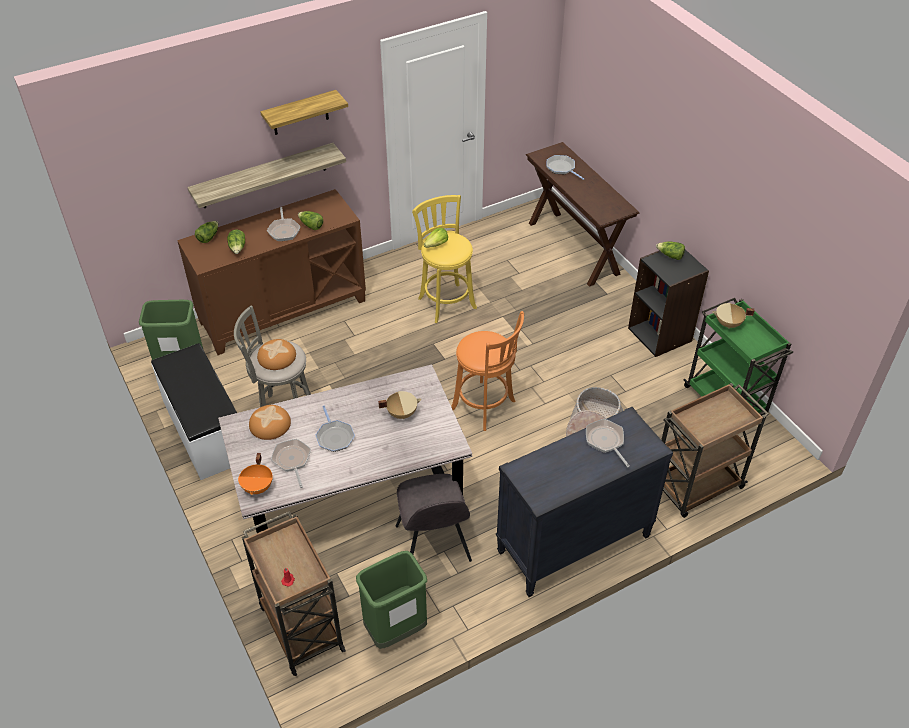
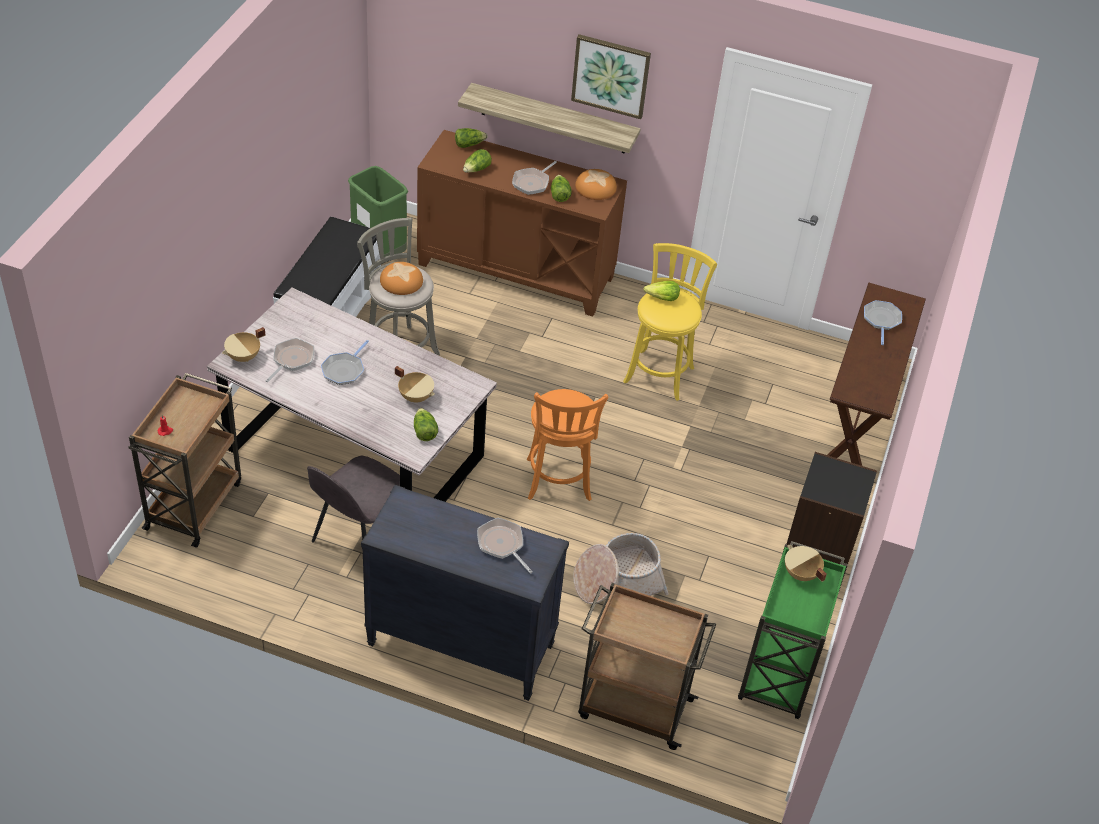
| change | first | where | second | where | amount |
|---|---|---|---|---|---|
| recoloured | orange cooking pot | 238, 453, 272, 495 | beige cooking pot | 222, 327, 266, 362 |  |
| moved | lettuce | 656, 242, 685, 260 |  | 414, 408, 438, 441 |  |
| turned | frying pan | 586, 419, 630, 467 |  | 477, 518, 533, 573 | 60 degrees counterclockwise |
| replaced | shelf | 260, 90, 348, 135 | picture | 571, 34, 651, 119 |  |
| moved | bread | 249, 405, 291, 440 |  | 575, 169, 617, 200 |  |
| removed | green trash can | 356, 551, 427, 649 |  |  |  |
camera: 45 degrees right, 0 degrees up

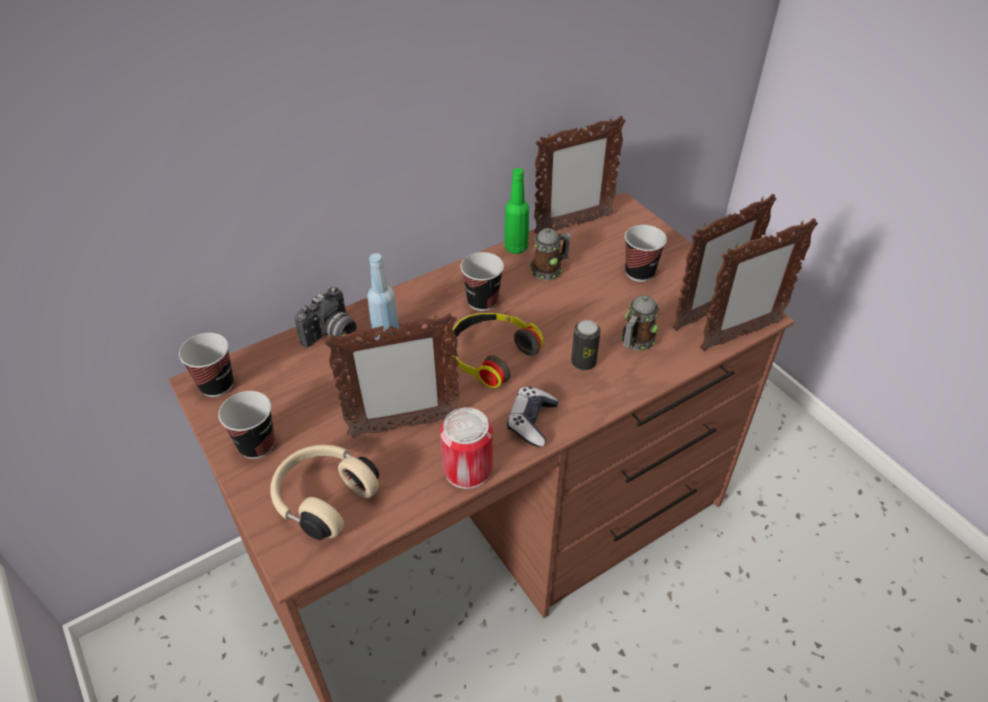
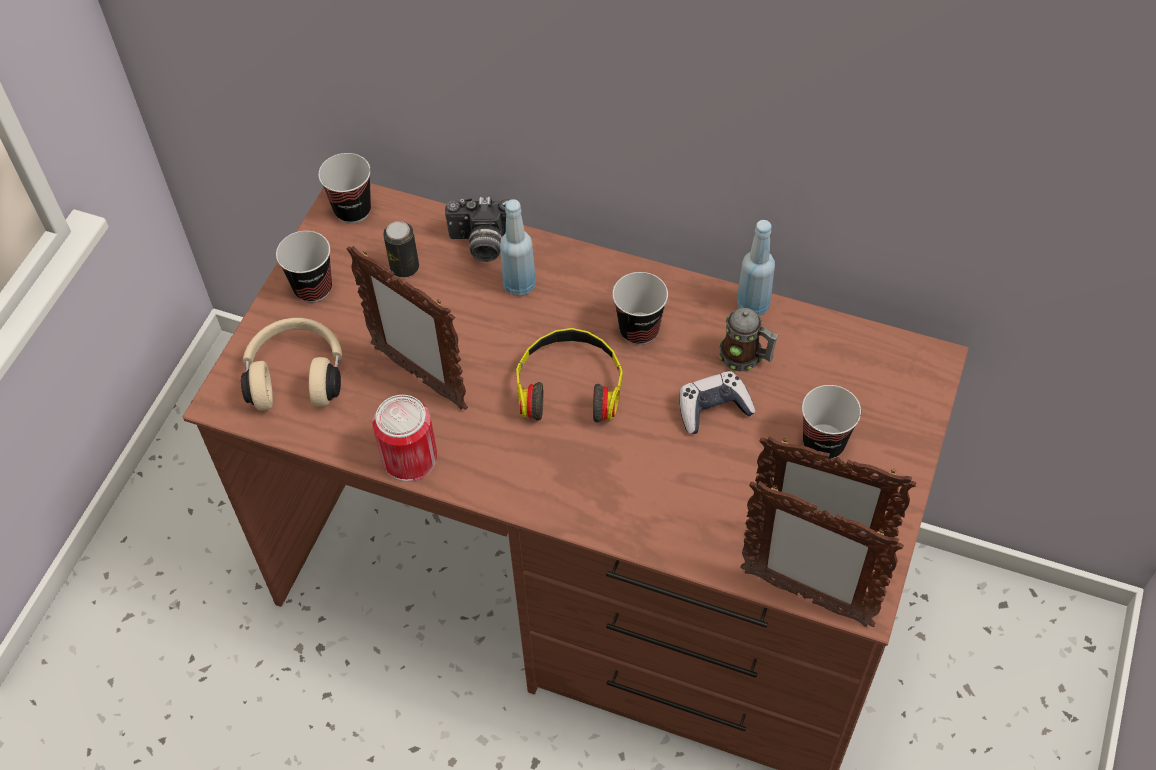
| change | first | where | second | where | amount |
|---|---|---|---|---|---|
| moved | can | 571, 320, 601, 370 |  | 383, 221, 419, 277 |  |
| moved | game controller | 507, 387, 559, 447 |  | 679, 371, 756, 434 |  |
| recoloured | green bottle | 504, 168, 529, 254 | blue bottle | 737, 220, 775, 316 |  |
| removed | picture frame | 534, 116, 626, 234 |  |  |  |
| removed | mug | 621, 295, 659, 351 |  |  |  |
camera: 55 degrees right, 10 degrees up

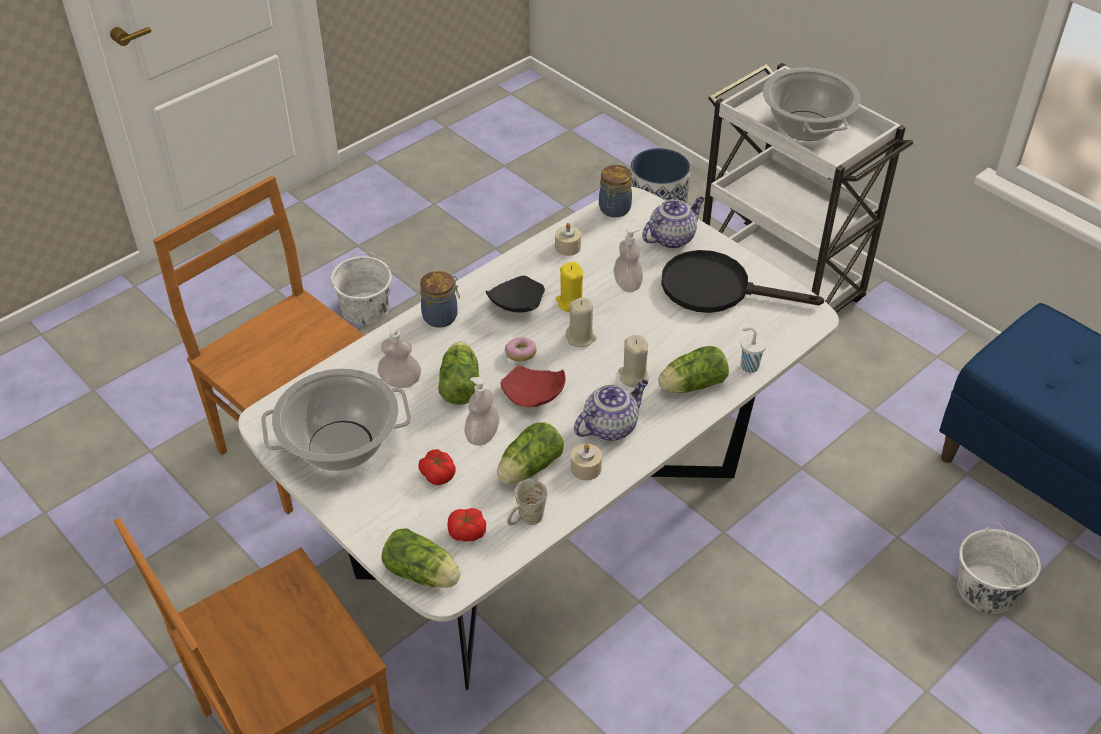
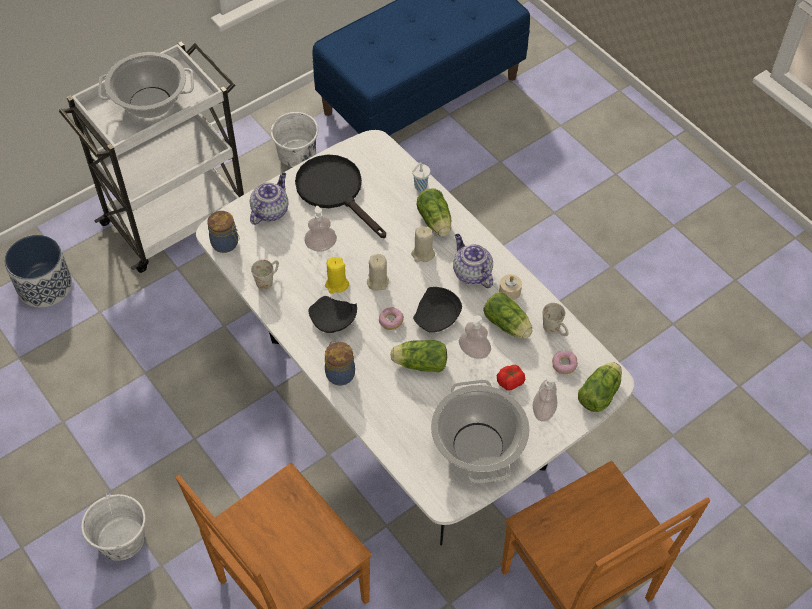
| change | first | where | second | where | amount |
|---|---|---|---|---|---|
| turned | teapot | 642, 197, 705, 249 |  | 250, 172, 288, 225 | 60 degrees clockwise |
| replaced | beige candle | 555, 223, 581, 256 | white mug | 251, 260, 279, 290 |  |
| moved | white bucket | 957, 522, 1041, 614 |  | 271, 112, 318, 167 |  |
| turned | black frying pan | 661, 250, 824, 313 |  | 295, 154, 386, 238 | 120 degrees clockwise |
| recoloured | red plate | 501, 366, 565, 407 | black plate | 413, 287, 462, 333 |  |
| moved | soap dispenser | 377, 323, 421, 388 |  | 533, 376, 558, 422 |  |
| replaced | tomato | 447, 508, 486, 541 | donut | 552, 351, 578, 374 |  |
camera: 85 degrees left, 10 degrees up

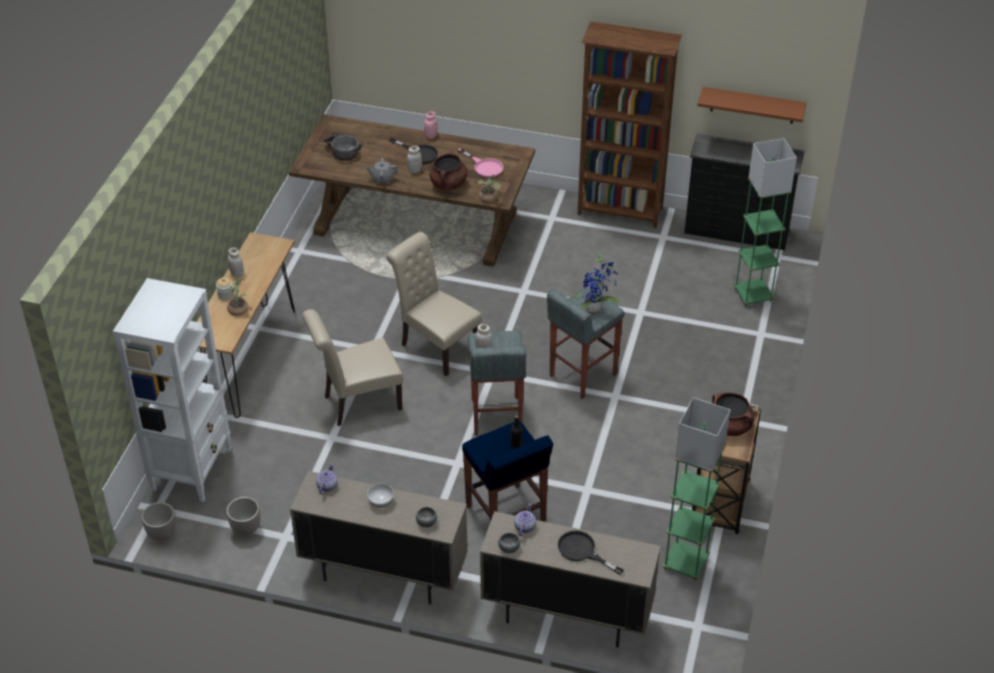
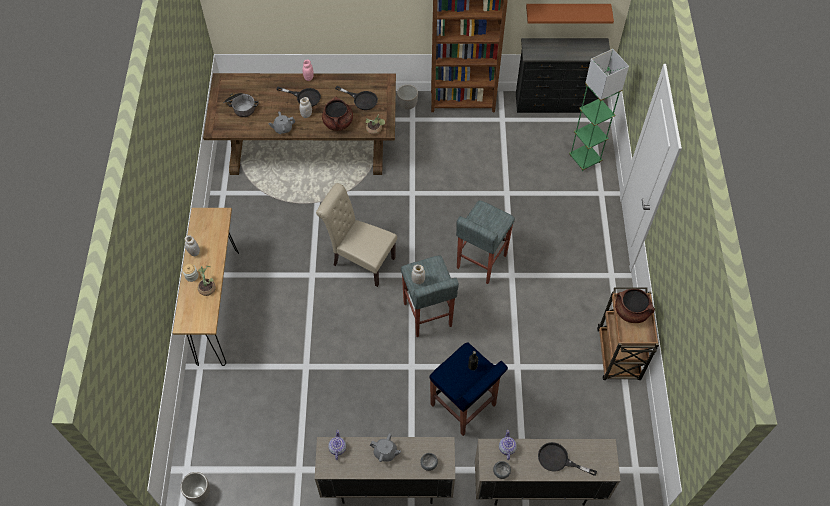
| change | first | where | second | where | amount |
|---|---|---|---|---|---|
| recoloured | pink frying pan | 458, 148, 503, 178 | black frying pan | 335, 86, 378, 110 |  |
| replaced | bowl | 367, 484, 394, 508 | grey teapot | 370, 433, 401, 462 |  |
| moved | planter | 226, 497, 260, 536 |  | 397, 84, 418, 110 |  |
| removed | white bookcase | 113, 278, 232, 502 |  |  |  |
| removed | beige chair | 302, 309, 403, 426 |  |  |  |
| removed | potted plant | 573, 252, 620, 314 |  |  |  |
| removed | green floor lamp | 662, 398, 730, 581 |  |  |  |
camera: 15 degrees left, 15 degrees up

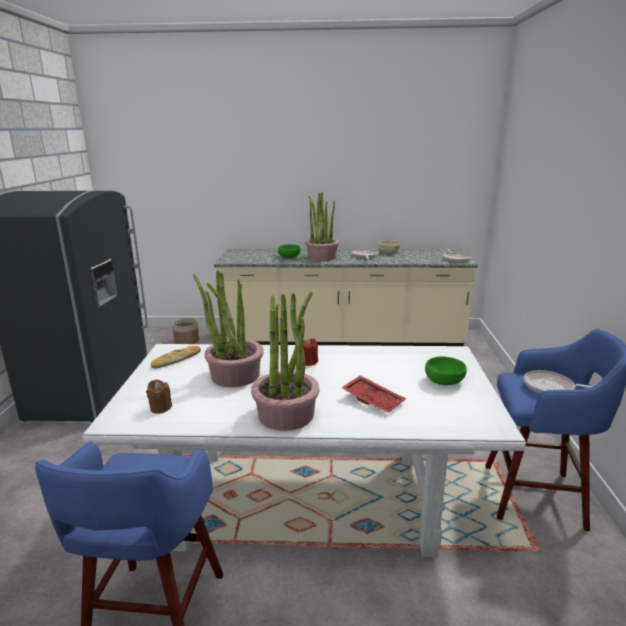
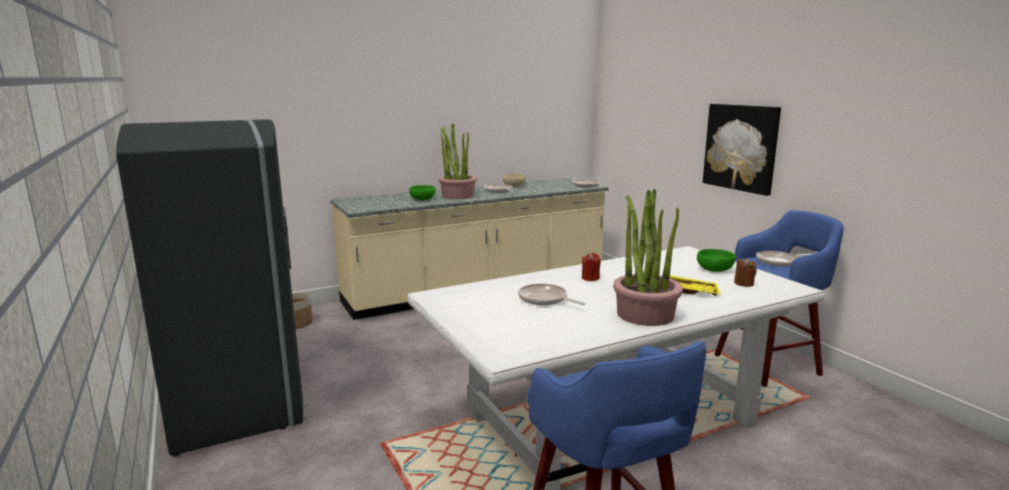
| change | first | where | second | where | amount |
|---|---|---|---|---|---|
| replaced | potted plant | 193, 270, 264, 387 | frying pan | 518, 283, 585, 305 |  |
| recoloured | red tray | 341, 375, 406, 413 | yellow tray | 669, 275, 721, 296 |  |
| added |  |  | picture | 703, 104, 781, 196 |  |
| moved | brown candle | 146, 379, 172, 413 |  | 734, 258, 757, 287 |  |
| removed | bread | 151, 346, 201, 368 |  |  |  |
camera: 30 degrees left, 5 degrees down

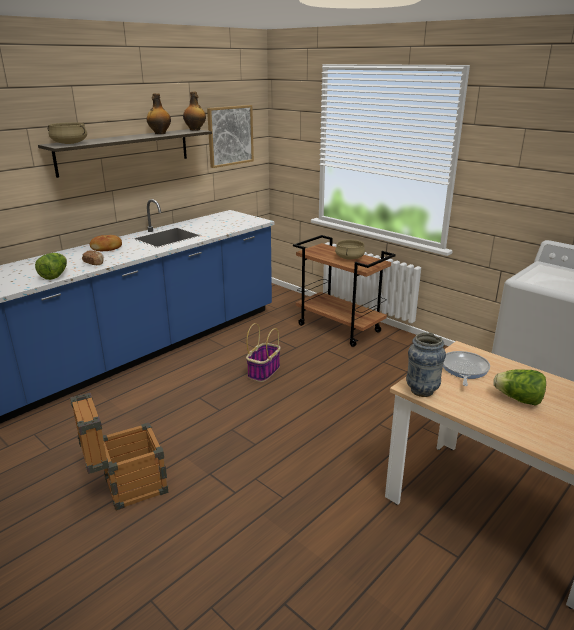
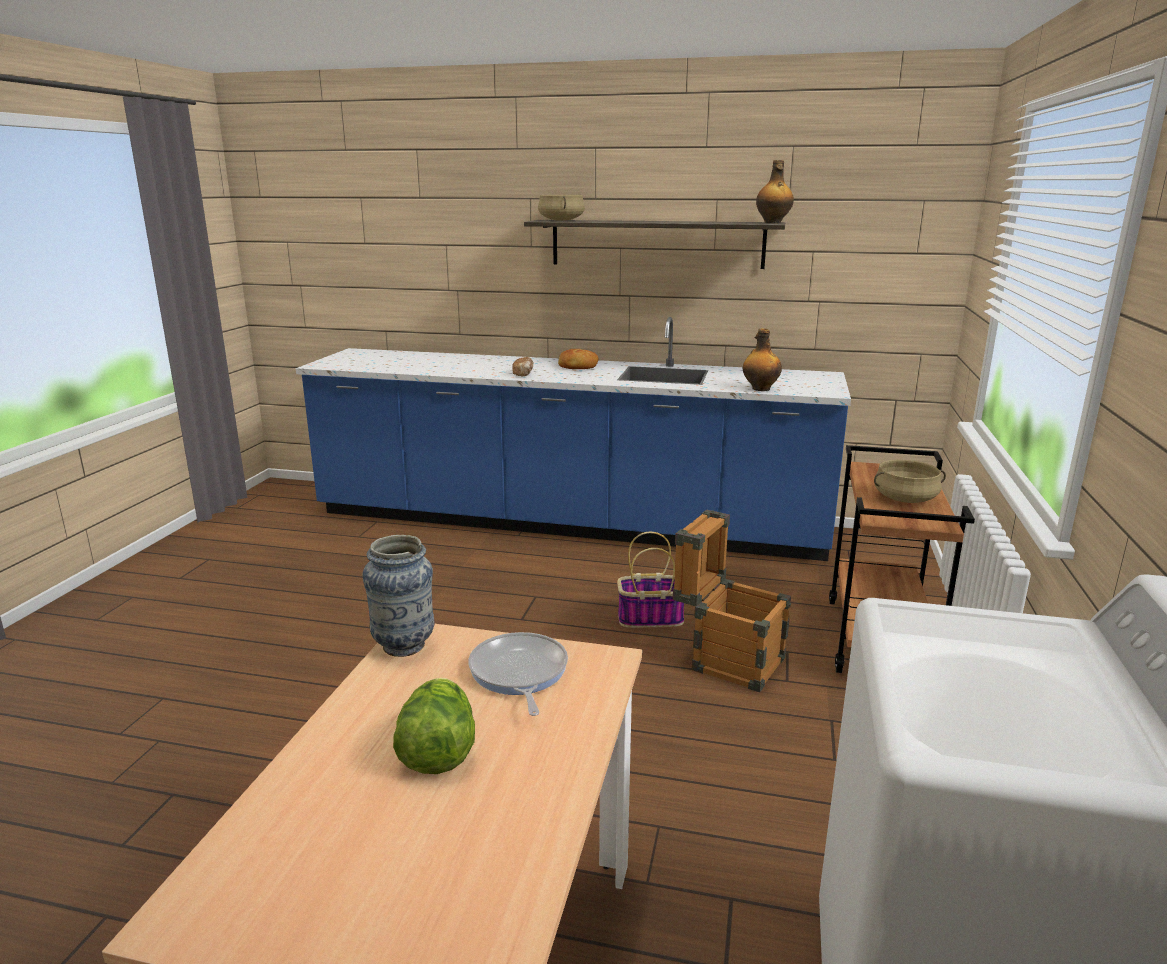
| change | first | where | second | where | amount |
|---|---|---|---|---|---|
| turned | frying pan | 443, 351, 490, 386 |  | 468, 632, 568, 716 | 90 degrees counterclockwise |
| moved | crate | 70, 392, 168, 511 |  | 673, 510, 791, 692 |  |
| moved | bottle | 147, 93, 171, 134 |  | 743, 328, 782, 391 |  |
| removed | lettuce | 35, 253, 67, 280 |  |  |  |
| removed | picture | 207, 105, 254, 168 |  |  |  |
camera: 60 degrees right, 5 degrees down

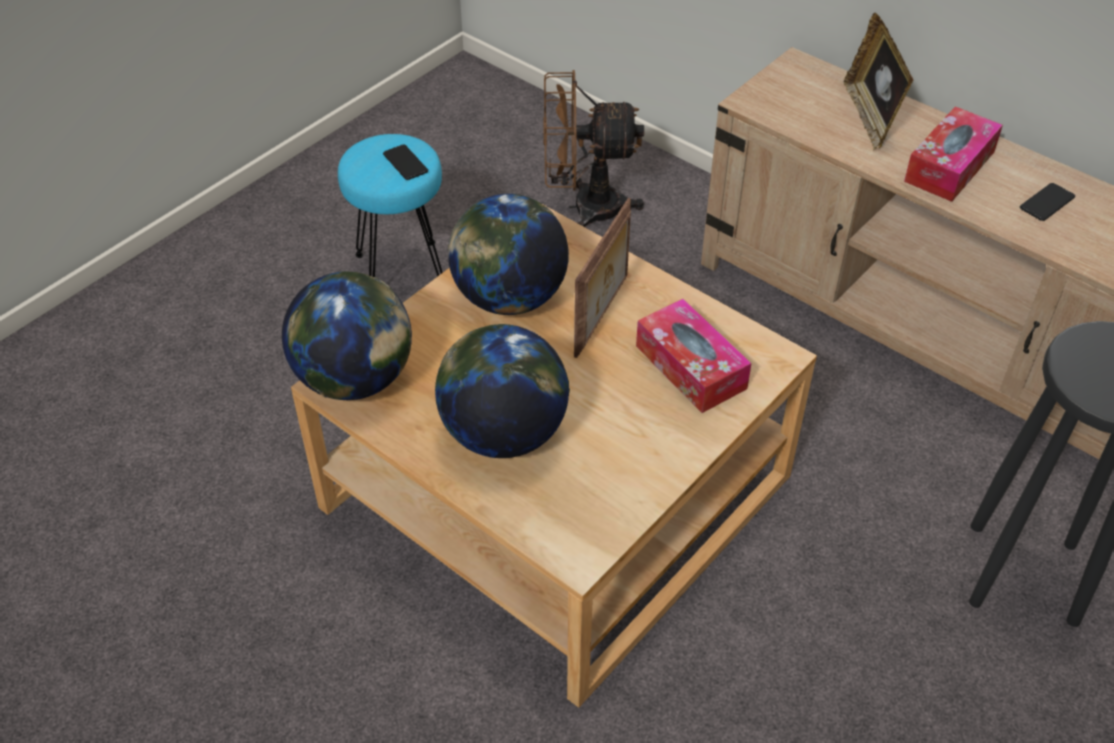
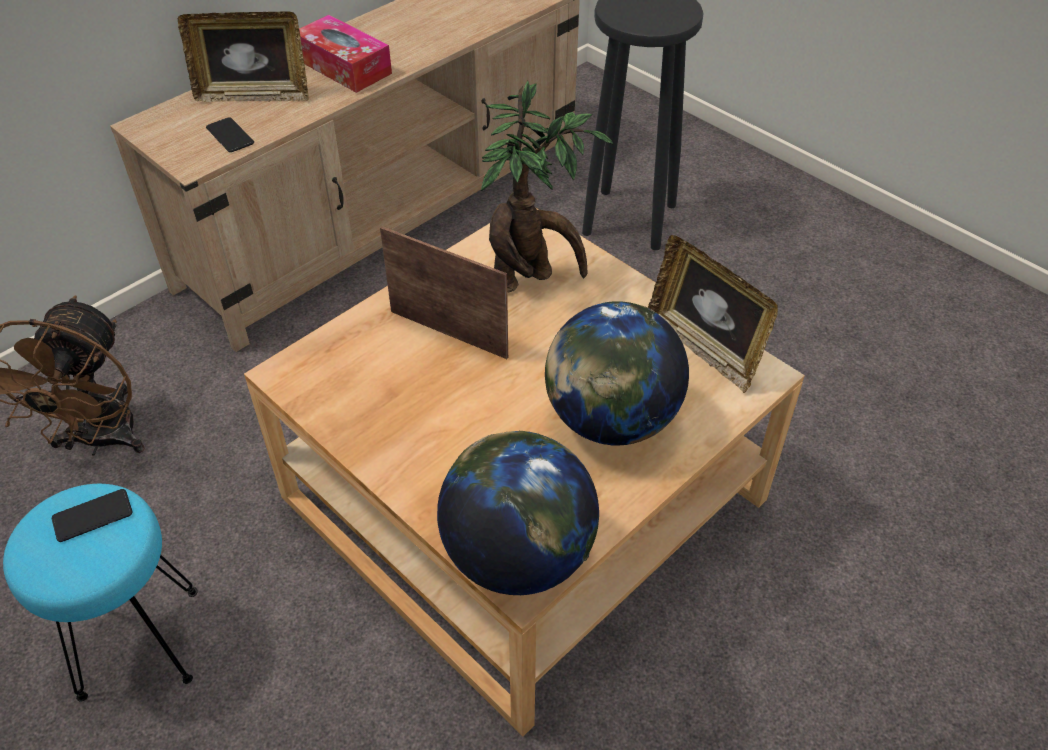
| change | first | where | second | where | amount |
|---|---|---|---|---|---|
| moved | phone | 1020, 183, 1075, 221 |  | 206, 118, 254, 152 |  |
| replaced | tissue box | 636, 299, 752, 413 | potted plant | 481, 81, 613, 292 |  |
| added |  |  | picture frame | 648, 235, 778, 393 |  |
| removed | globe | 448, 194, 569, 315 |  |  |  |
camera: 85 degrees left, 0 degrees up

